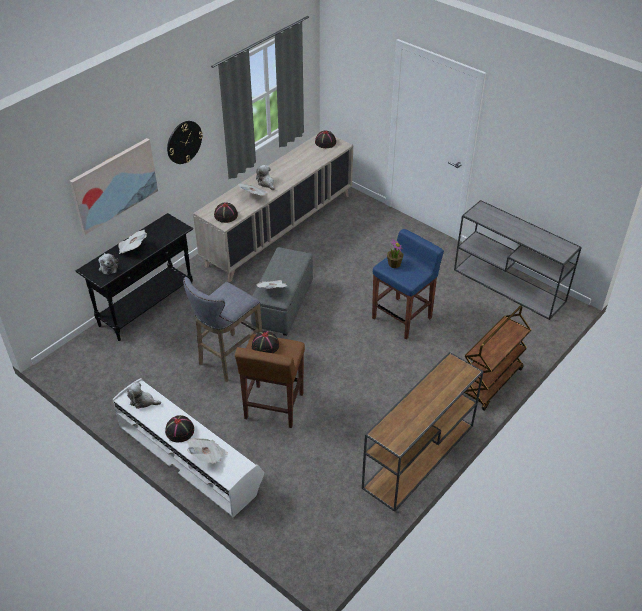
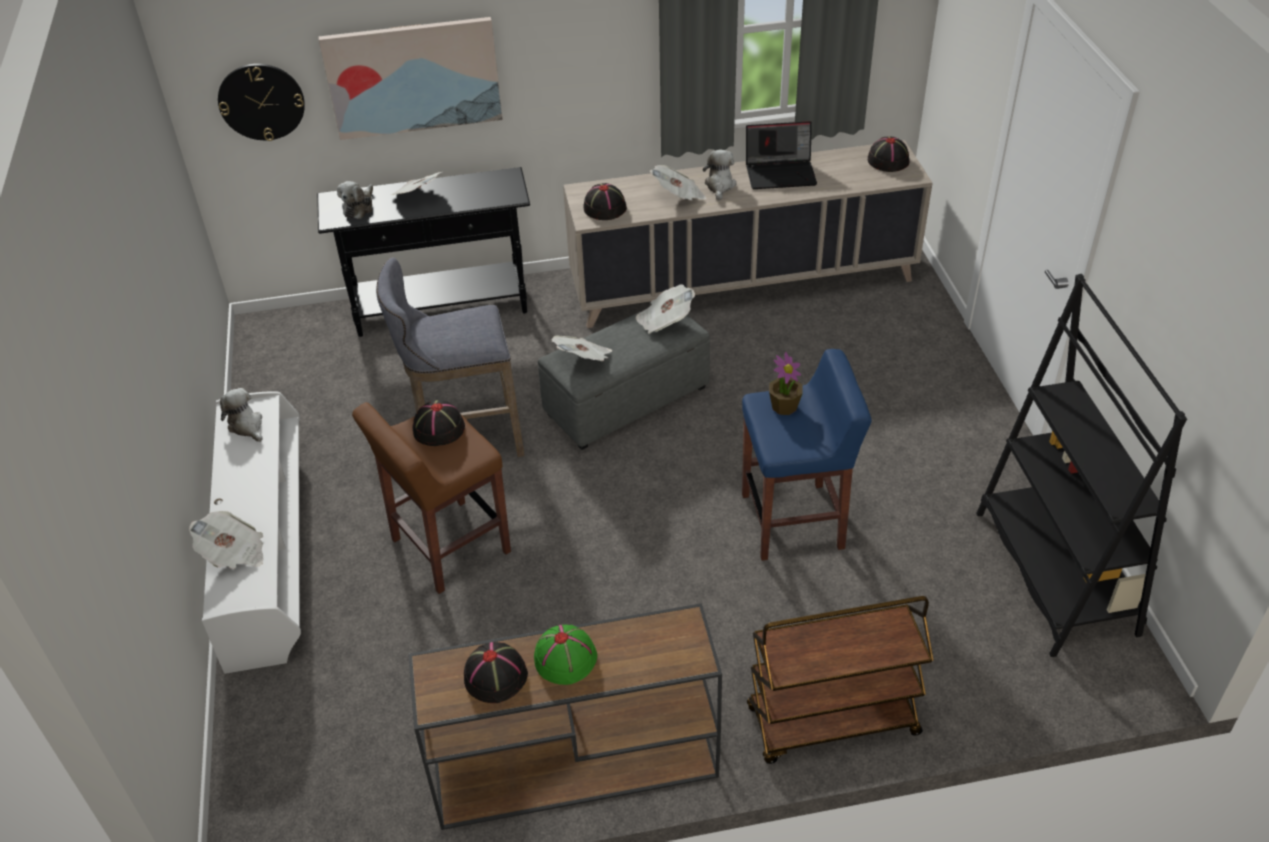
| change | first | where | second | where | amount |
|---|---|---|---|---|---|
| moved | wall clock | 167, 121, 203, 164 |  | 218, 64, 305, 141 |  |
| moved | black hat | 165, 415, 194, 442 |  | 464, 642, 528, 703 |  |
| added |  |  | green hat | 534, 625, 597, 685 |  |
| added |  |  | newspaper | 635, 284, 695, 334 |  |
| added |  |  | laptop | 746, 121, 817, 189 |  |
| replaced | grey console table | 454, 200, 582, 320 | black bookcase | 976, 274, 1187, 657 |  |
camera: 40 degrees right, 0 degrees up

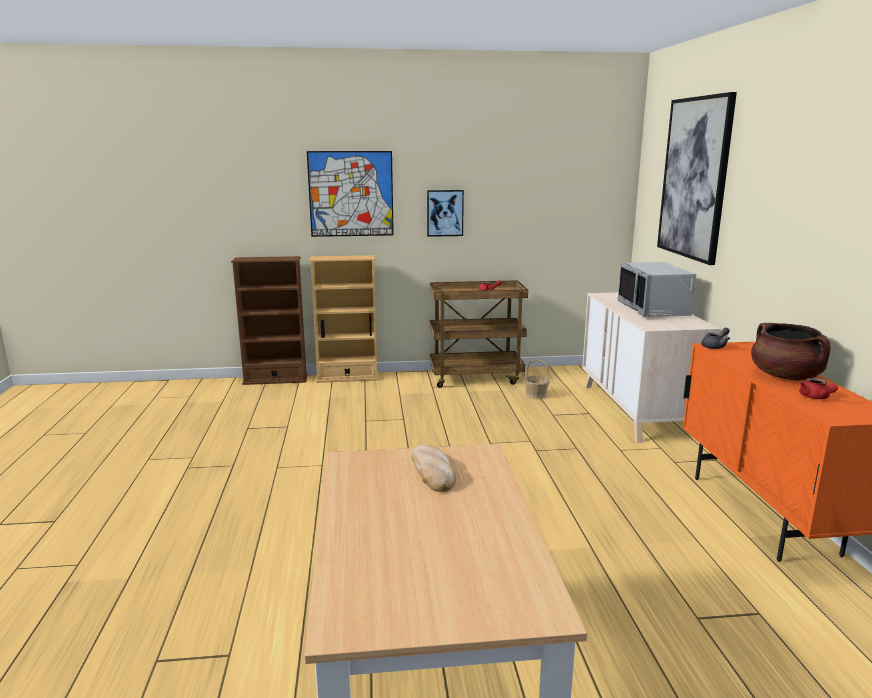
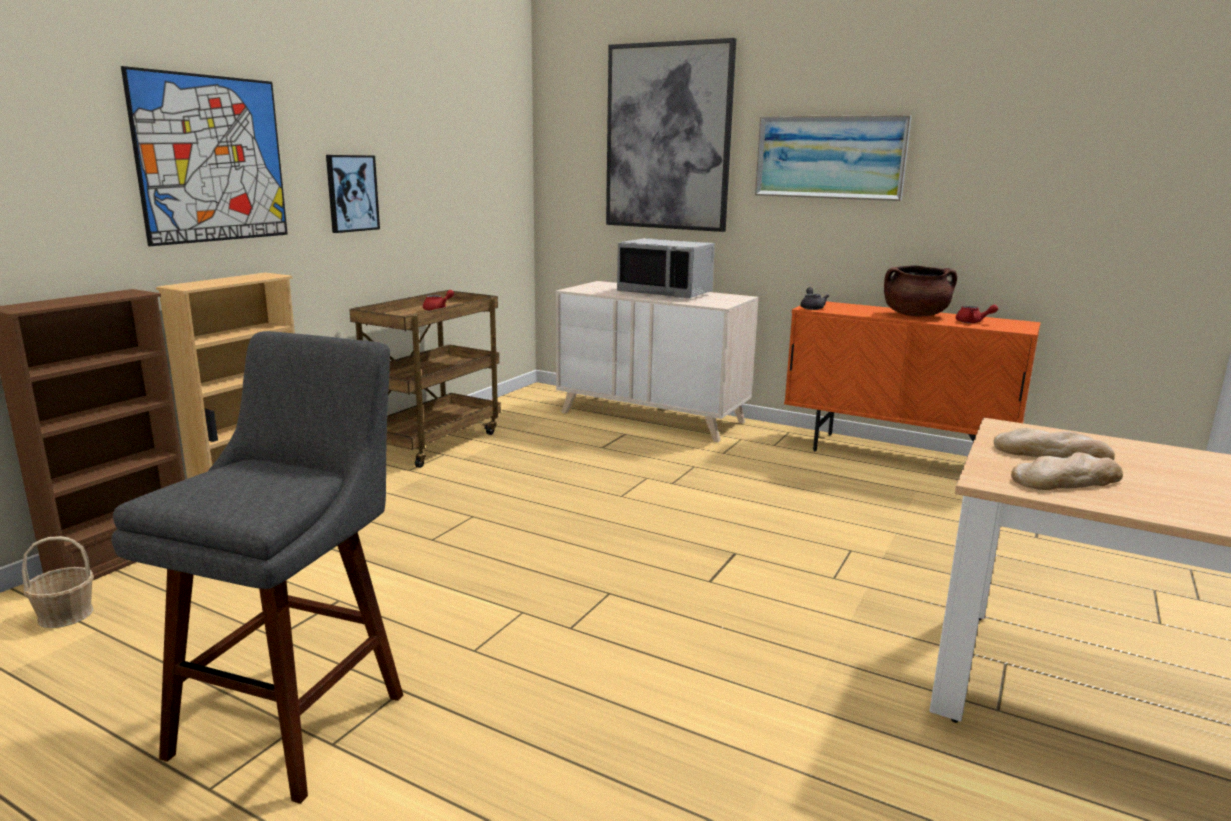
| change | first | where | second | where | amount |
|---|---|---|---|---|---|
| moved | basket | 524, 359, 550, 399 |  | 22, 536, 94, 628 |  |
| added |  |  | grey stool | 111, 331, 403, 804 |  |
| added |  |  | picture | 755, 115, 912, 201 |  |
| added |  |  | bread | 1011, 452, 1123, 490 |  |
camera: 55 degrees left, 0 degrees up

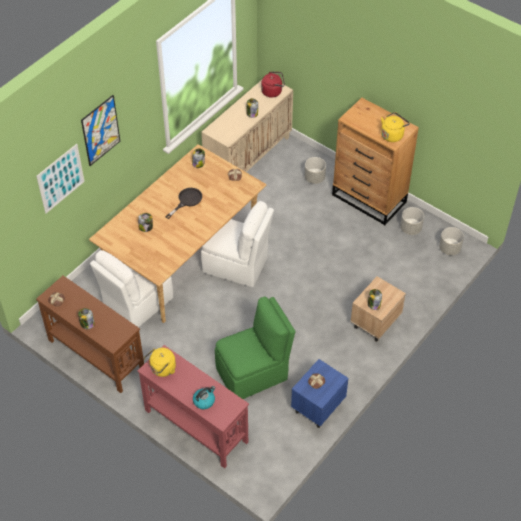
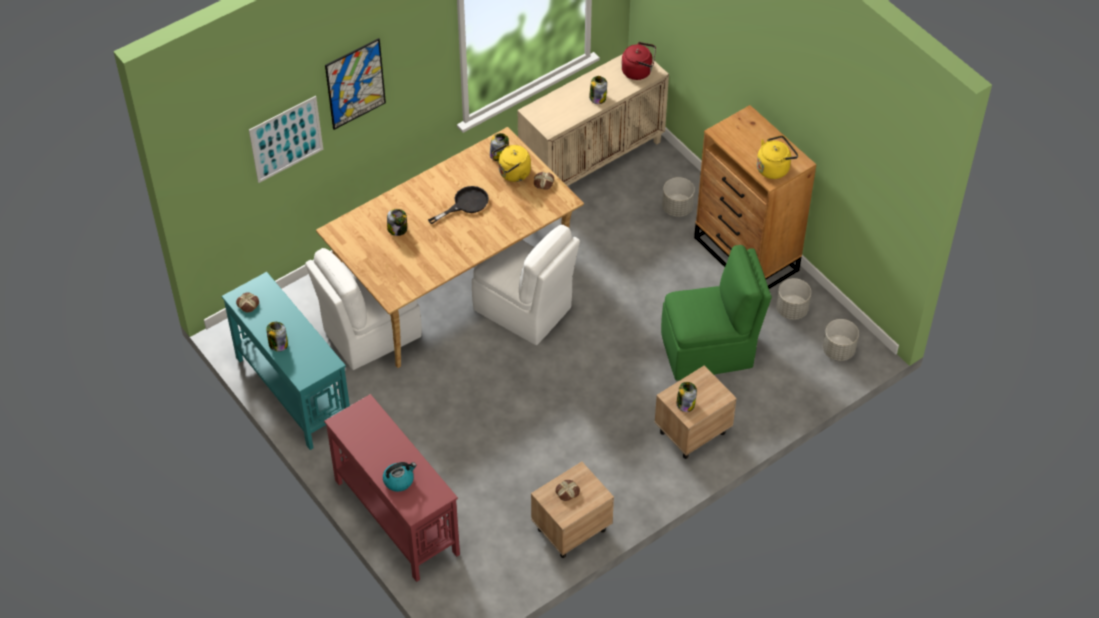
| change | first | where | second | where | amount |
|---|---|---|---|---|---|
| recoloured | brown console table | 36, 276, 144, 393 | turquoise console table | 222, 272, 350, 450 |  |
| moved | yellow kettle | 144, 348, 176, 377 |  | 492, 144, 531, 182 |  |
| recoloured | blue nightstand | 291, 359, 349, 428 | beige nightstand | 531, 462, 614, 558 |  |
| moved | green chair | 215, 297, 296, 399 |  | 661, 245, 772, 381 |  |
camera: 15 degrees right, 0 degrees up

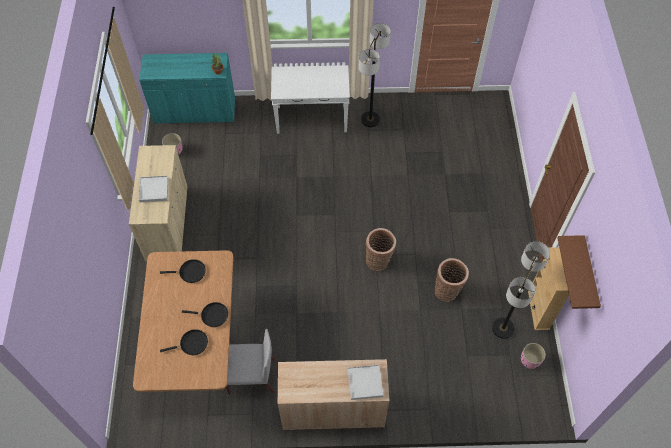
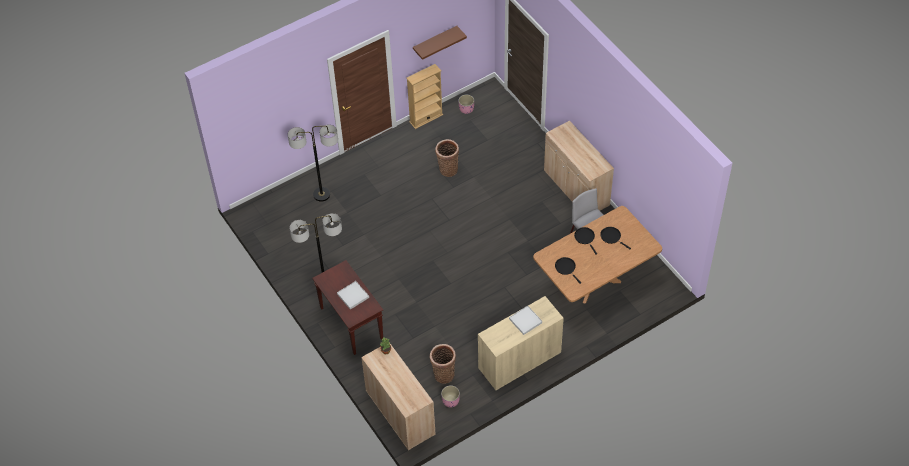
| change | first | where | second | where | amount |
|---|---|---|---|---|---|
| moved | floor lamp | 492, 241, 550, 339 |  | 288, 125, 338, 201 |  |
| recoloured | white console table | 271, 65, 350, 134 | brown console table | 312, 260, 383, 355 |  |
| moved | white tray | 348, 365, 383, 400 |  | 337, 281, 369, 310 |  |
| recoloured | turquoise cabinet | 139, 53, 235, 124 | beige cabinet | 361, 344, 436, 450 |  |
| moved | basket | 366, 228, 396, 271 |  | 430, 344, 456, 384 |  |
camera: 120 degrees left, 5 degrees down

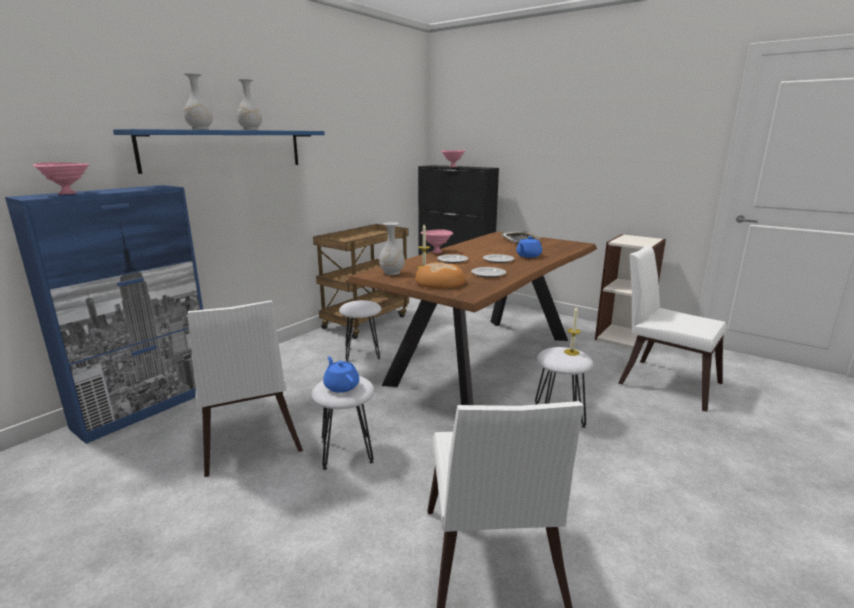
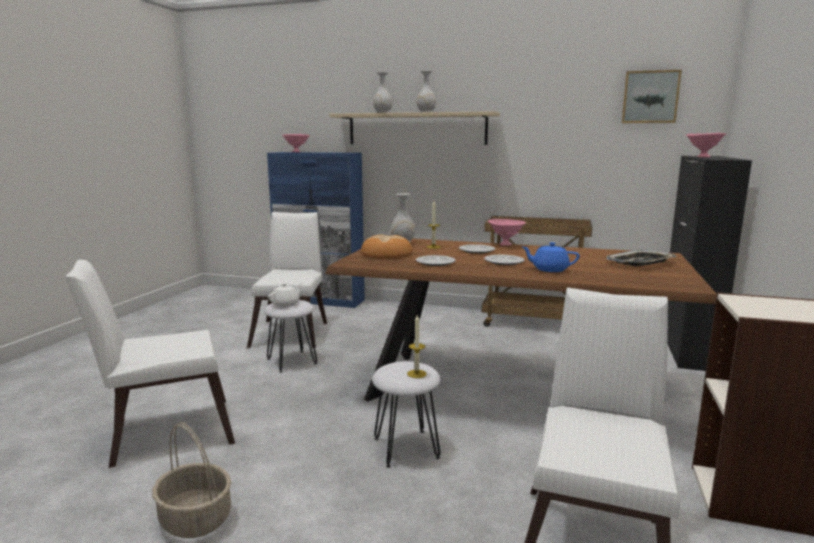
| change | first | where | second | where | amount |
|---|---|---|---|---|---|
| added |  |  | basket | 152, 422, 231, 538 |  |
| turned | white chair | 187, 300, 303, 477 |  | 247, 212, 327, 348 | 135 degrees clockwise |
| recoloured | blue teapot | 323, 356, 359, 393 | white teapot | 268, 283, 302, 307 |  |
| recoloured | blue shelf | 113, 129, 325, 174 | beige shelf | 329, 111, 500, 145 |  |
| added |  |  | picture | 622, 70, 682, 123 |  |
| removed | white stool | 339, 300, 381, 361 |  |  |  |
camera: 70 degrees right, 5 degrees down

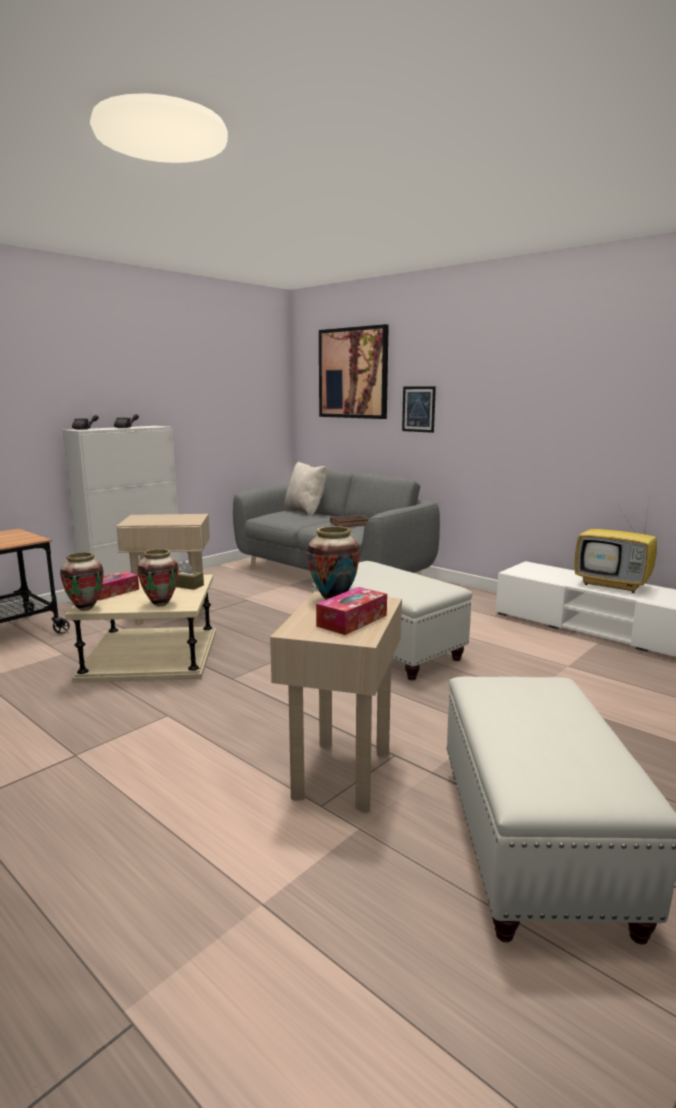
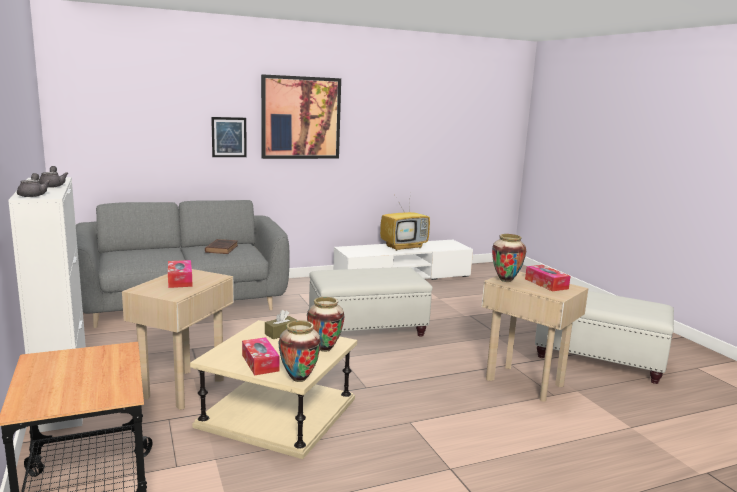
| change | first | where | second | where | amount |
|---|---|---|---|---|---|
| added |  |  | tissue box | 168, 260, 193, 288 |  |
| moved | picture | 319, 324, 389, 419 |  | 261, 74, 341, 159 |  |
| removed | beige pillow | 284, 462, 327, 516 |  |  |  |
camera: 65 degrees left, 0 degrees up

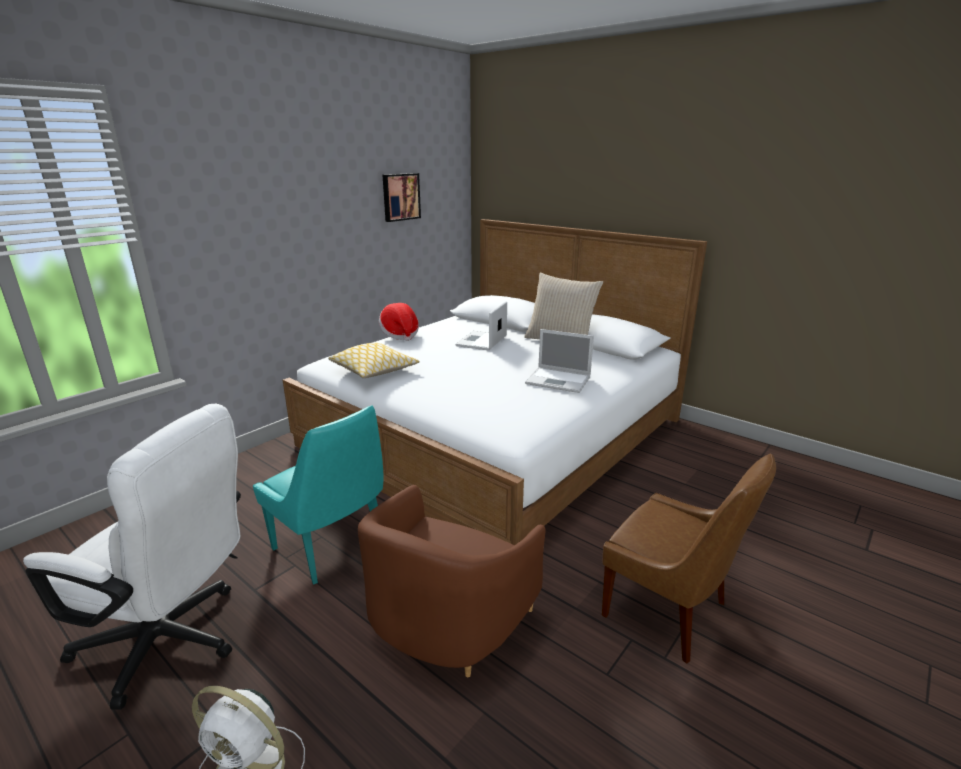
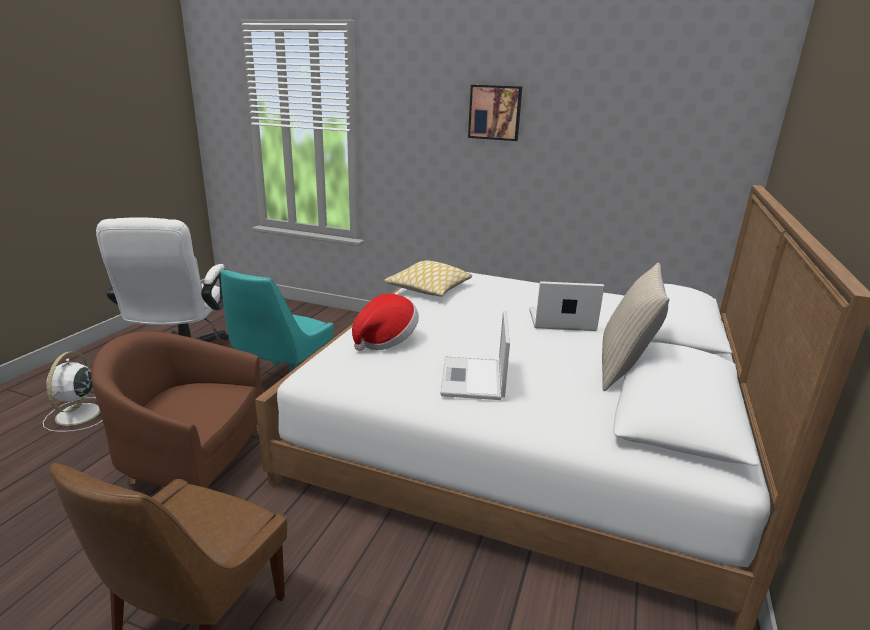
| change | first | where | second | where | amount |
|---|---|---|---|---|---|
| moved | hat | 379, 303, 419, 341 |  | 352, 294, 419, 351 |  |
| moved | picture | 383, 173, 421, 222 |  | 468, 85, 522, 141 |  |
camera: 70 degrees right, 0 degrees up

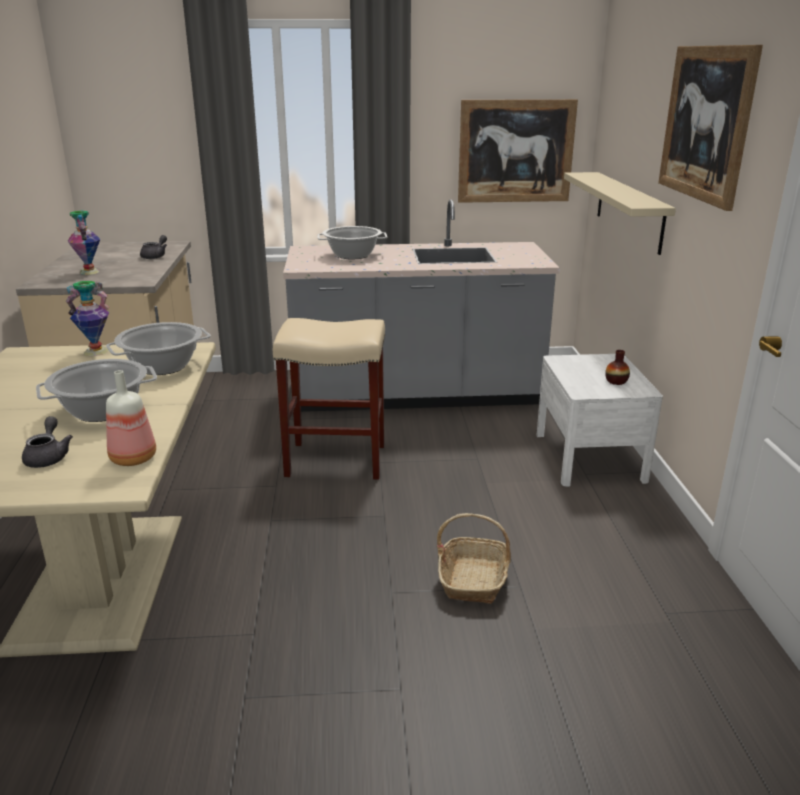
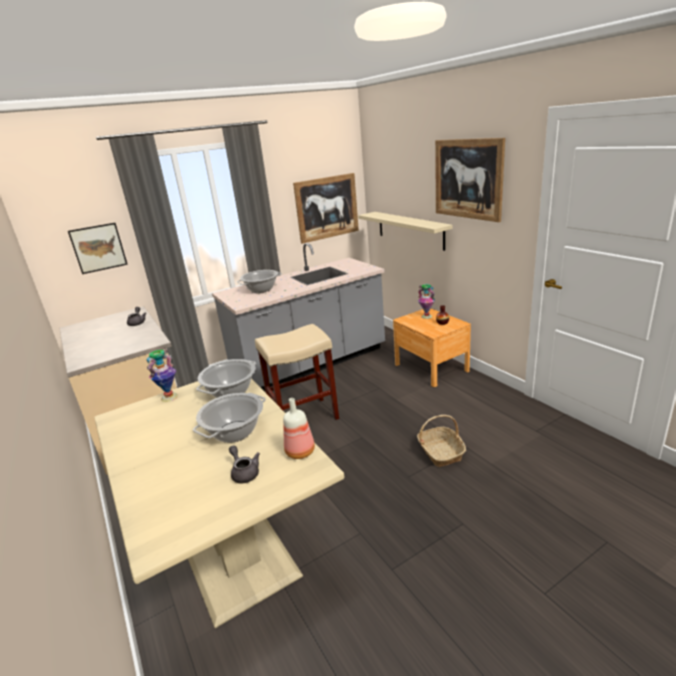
| change | first | where | second | where | amount |
|---|---|---|---|---|---|
| added |  |  | picture | 68, 223, 128, 274 |  |
| recoloured | white nightstand | 536, 354, 663, 487 | brown nightstand | 393, 308, 471, 387 |  |
| moved | vase | 68, 211, 100, 275 |  | 418, 284, 435, 319 |  |
camera: 25 degrees left, 0 degrees up

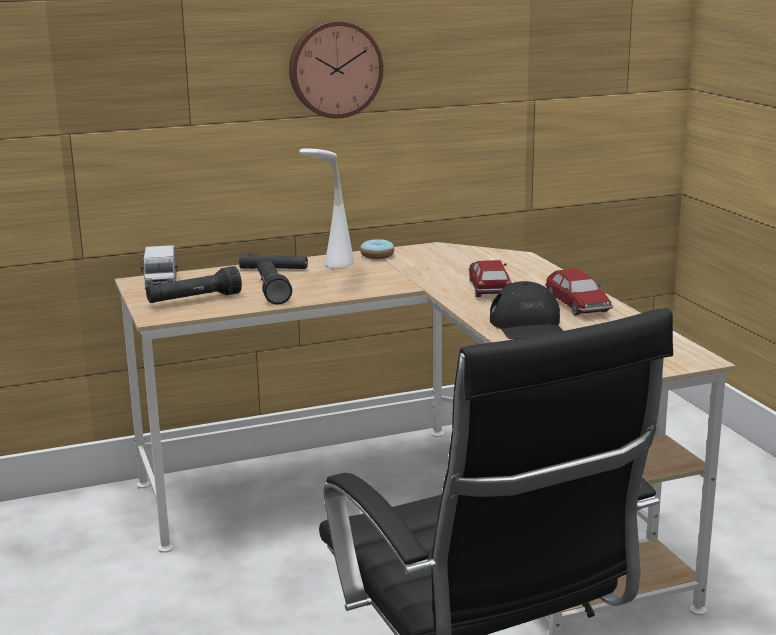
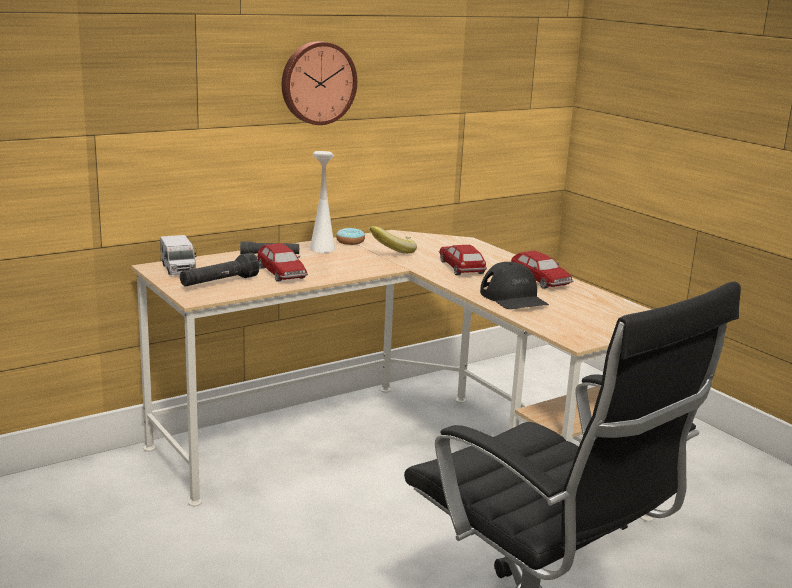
| change | first | where | second | where | amount |
|---|---|---|---|---|---|
| replaced | black flashlight | 257, 258, 292, 305 | toy car | 257, 243, 308, 282 |  |
| added |  |  | banana | 370, 226, 417, 254 |  |
camera: 15 degrees left, 0 degrees up

